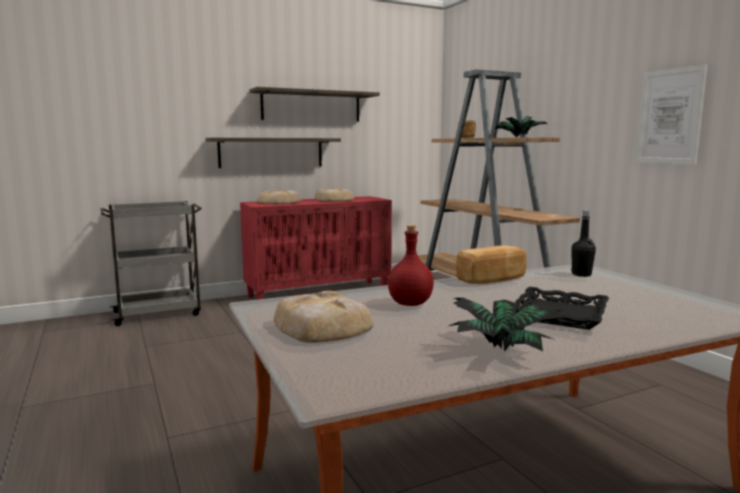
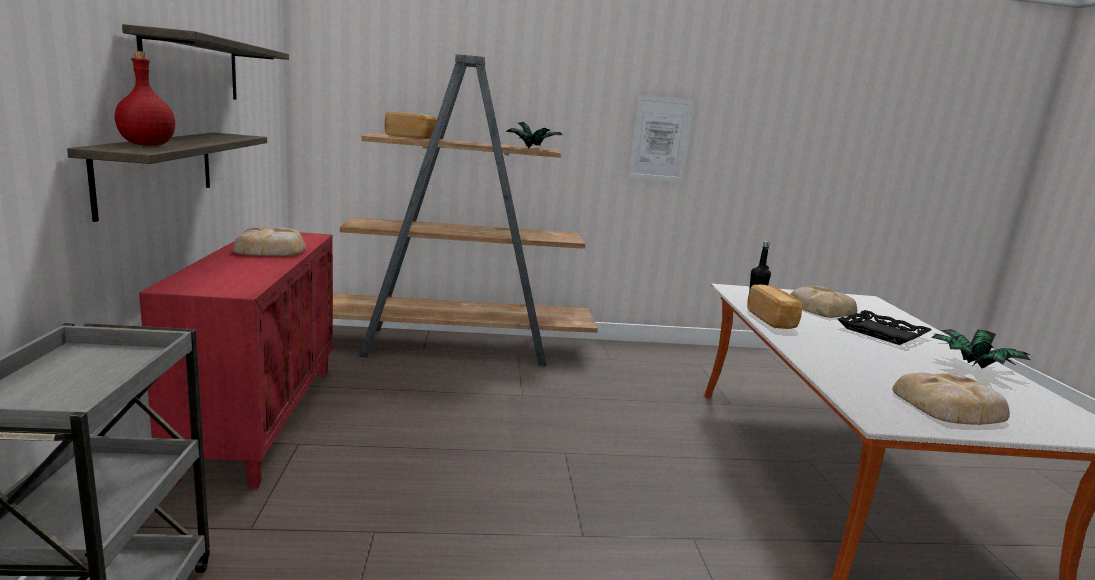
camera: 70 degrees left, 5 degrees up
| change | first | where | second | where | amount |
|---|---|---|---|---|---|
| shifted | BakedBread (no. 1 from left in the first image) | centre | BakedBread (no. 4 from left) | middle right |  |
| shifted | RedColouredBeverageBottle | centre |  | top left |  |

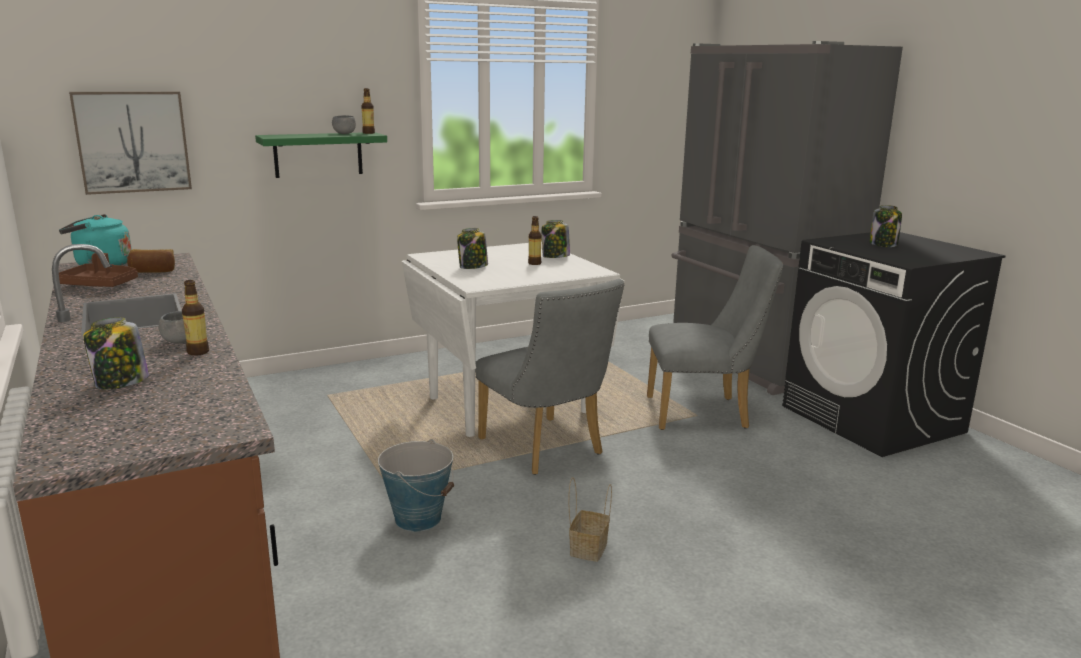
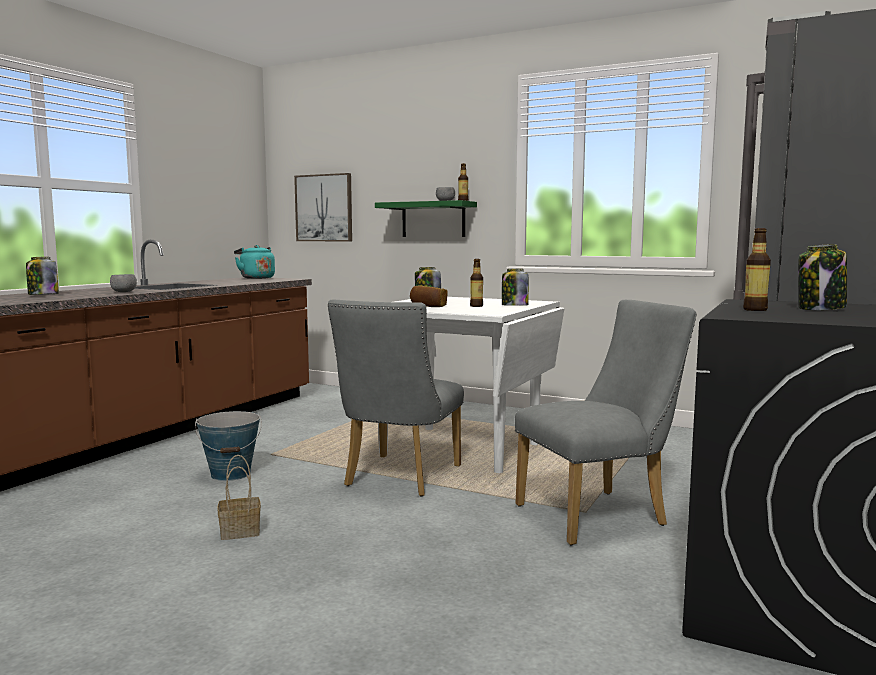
camera: 55 degrees right, 10 degrees down
| change | first | where | second | where | amount |
|---|---|---|---|---|---|
| gone | BrownColouredTray | middle left |  |  |  |
| shifted | BakedBread | middle left |  | centre |  |
| shifted | BeverageBottle (no. 1 from left in the first image) | middle left | BeverageBottle (no. 3 from left) | middle right |  |
| rotated | GreyUprightChair (no. 2 from left) | centre |  | middle right | 75 degrees counterclockwise |

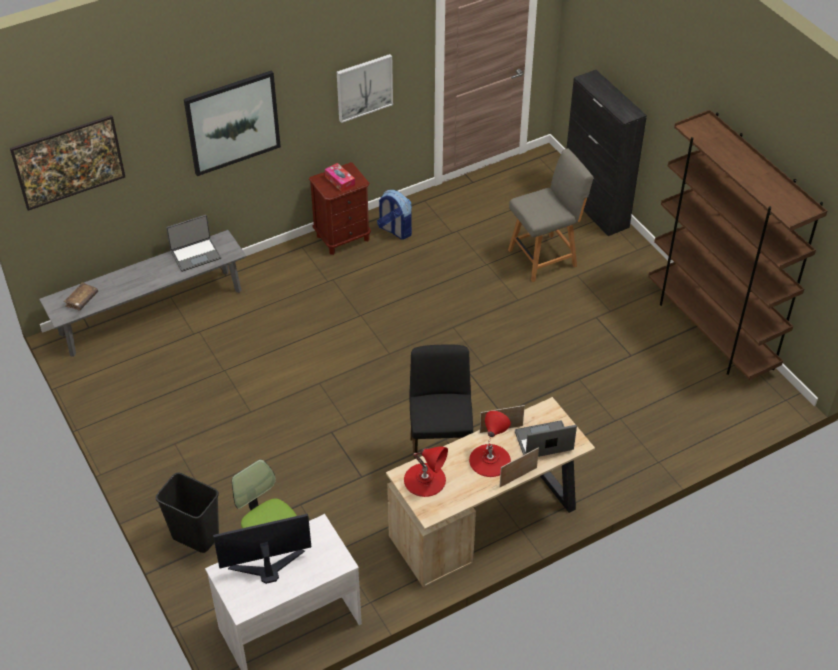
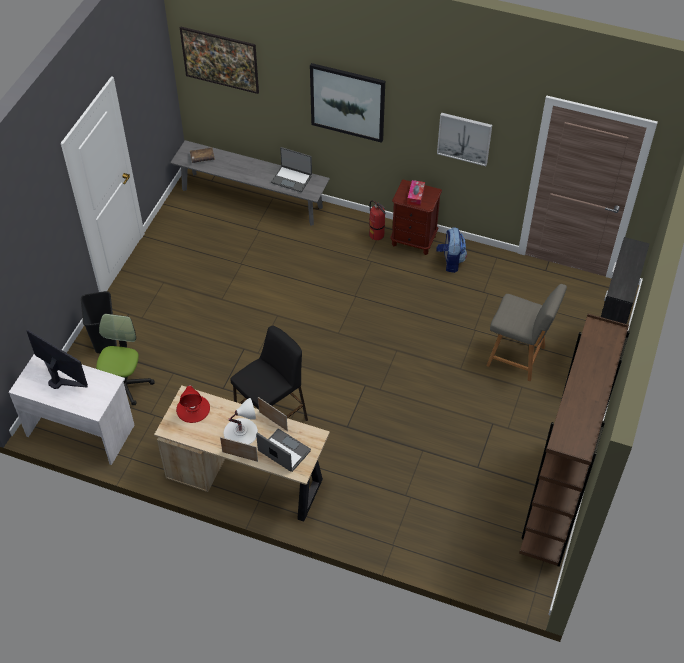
camera: 50 degrees right, 5 degrees up
| change | first | where | second | where | amount |
|---|---|---|---|---|---|
| new |  |  | FireFightingCylinder | top centre |  |
| repainted | RedColouredTabletopLamp (no. 2 from left) | centre | WhitishTabletopLamp | centre |  |

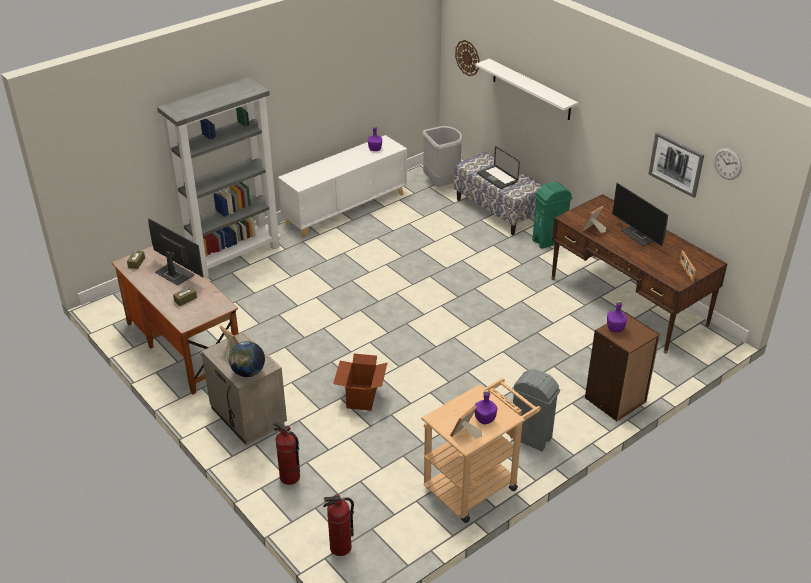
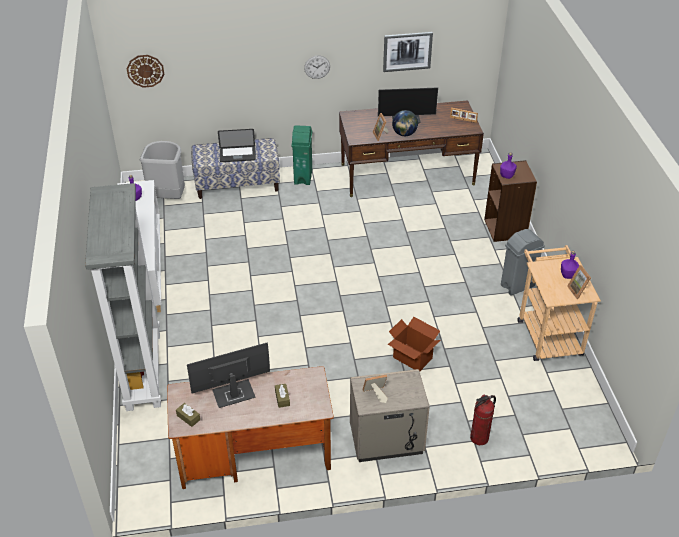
camera: 60 degrees left, 5 degrees up
| change | first | where | second | where | amount |
|---|---|---|---|---|---|
| gone | FireFightingCylinder (no. 2 from left) | bottom centre |  |  |  |
| gone | WhitishWallShelf | top centre |  |  |  |
| shifted | WorldGlobe | middle left |  | top centre |  |
| shifted | ClockOnTheWall (no. 2 from left) | top right |  | top centre |  |

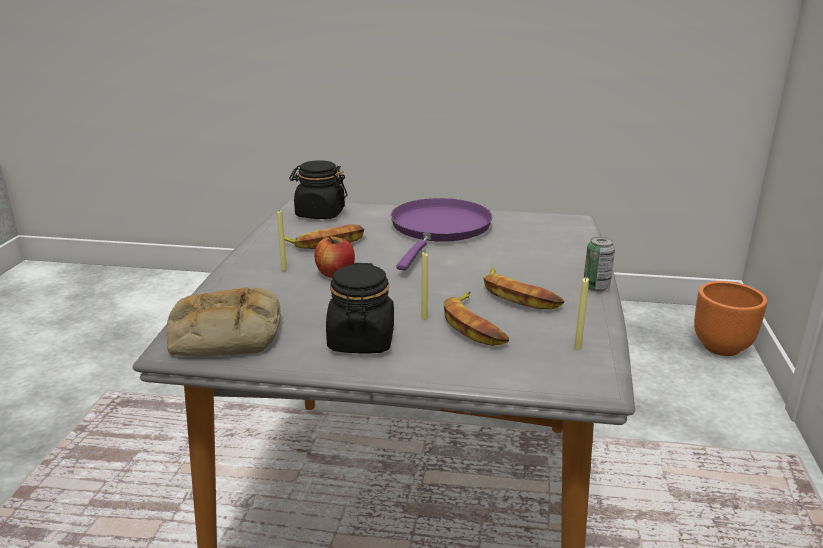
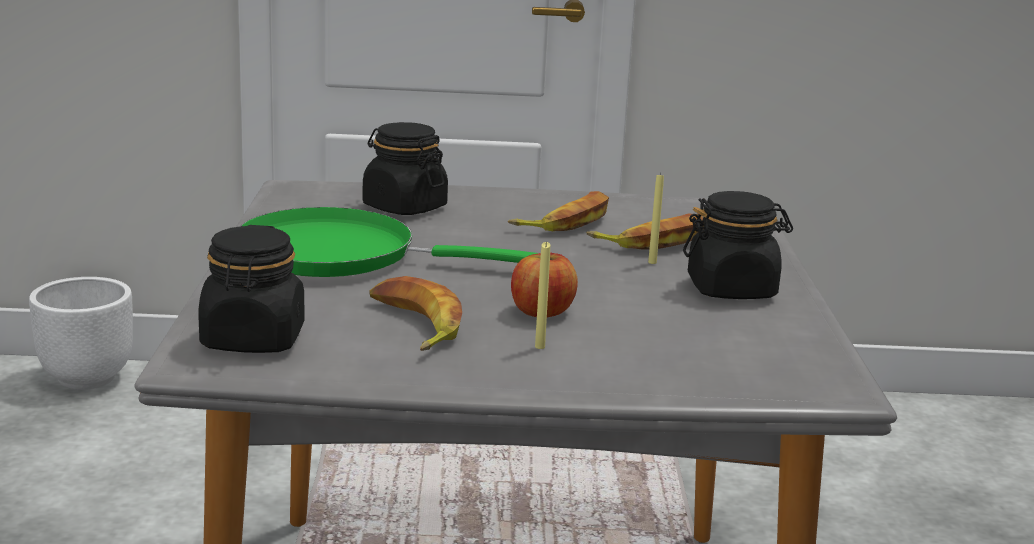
camera: 100 degrees left, 5 degrees down
| change | first | where | second | where | amount |
|---|---|---|---|---|---|
| gone | BakedBread | middle left |  |  |  |
| gone | YellowishWaxCandle (no. 3 from left) | middle right |  |  |  |
| gone | SealedCan | middle right |  |  |  |
| new |  |  | BlackJar (no. 2 from left) | top centre |  |
| repainted | PurplishPan | centre | GreenishPan | centre |  |
| repainted | OrangeColouredPlantPot | middle right | WhitishPlantPot | middle left |  |

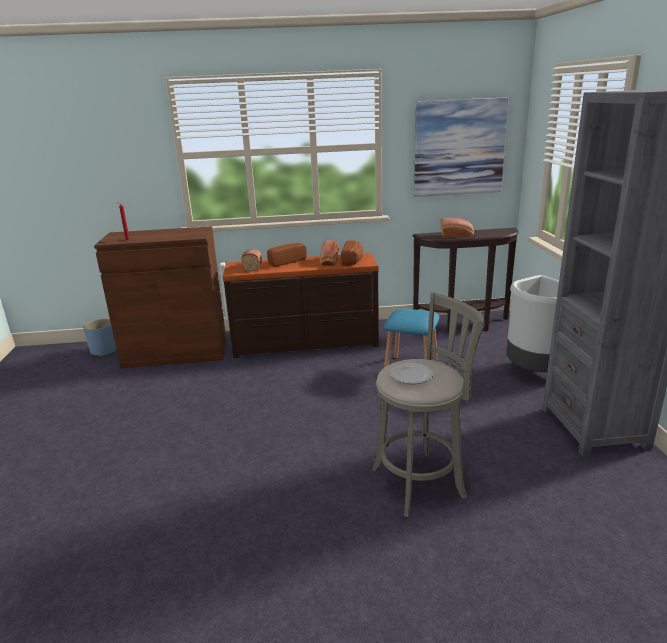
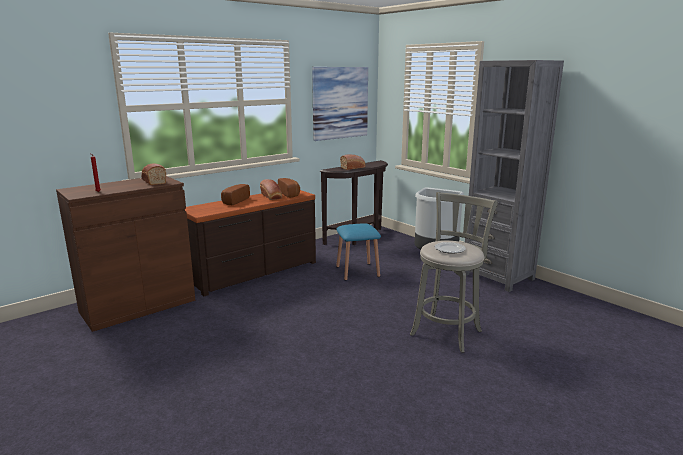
camera: 35 degrees left, 5 degrees down
| change | first | where | second | where | amount |
|---|---|---|---|---|---|
| gone | BluePlantPot | middle left |  |  |  |
| shifted | BakedBread (no. 1 from left) | centre |  | middle left |  |

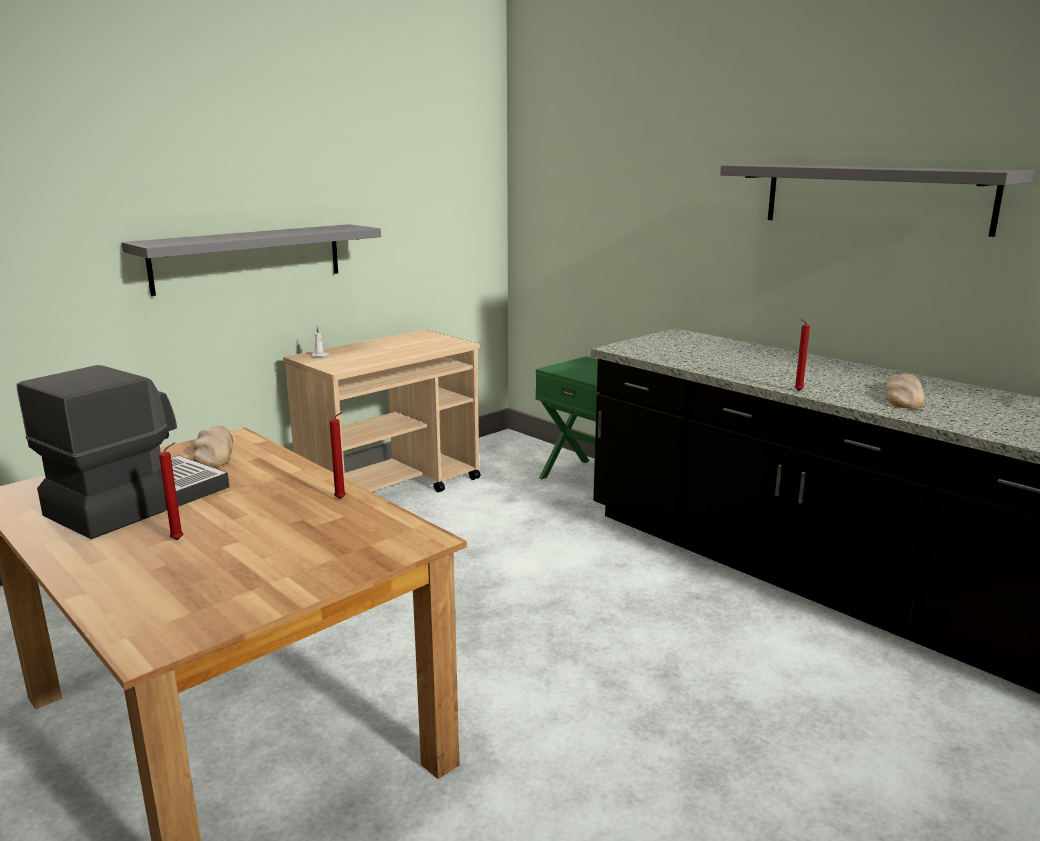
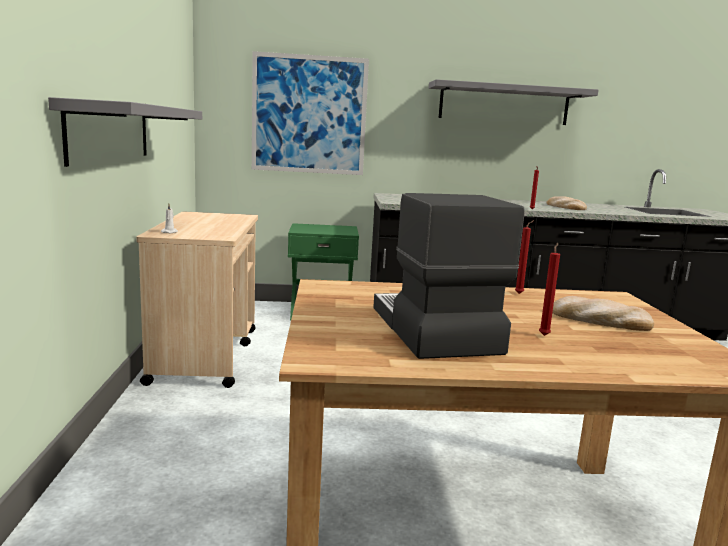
camera: 50 degrees left, 5 degrees down
| change | first | where | second | where | amount |
|---|---|---|---|---|---|
| new |  |  | Picture | top centre |  |
| shifted | BakedBread (no. 1 from left in the first image) | middle left | BakedBread (no. 2 from left) | middle right |  |

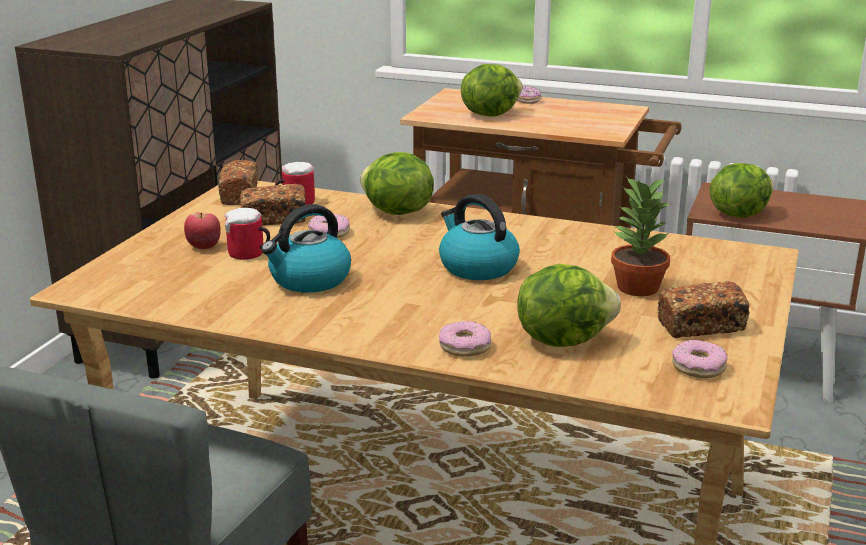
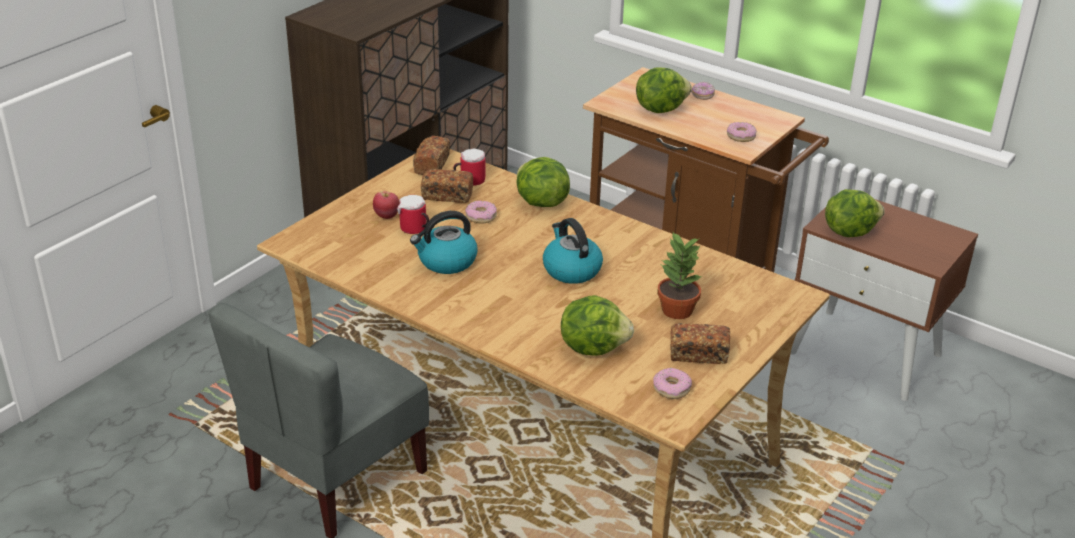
camera: 15 degrees right, 10 degrees up
| change | first | where | second | where | amount |
|---|---|---|---|---|---|
| shifted | RingDoughnut (no. 2 from left in the first image) | centre | RingDoughnut (no. 4 from left) | top right |  |

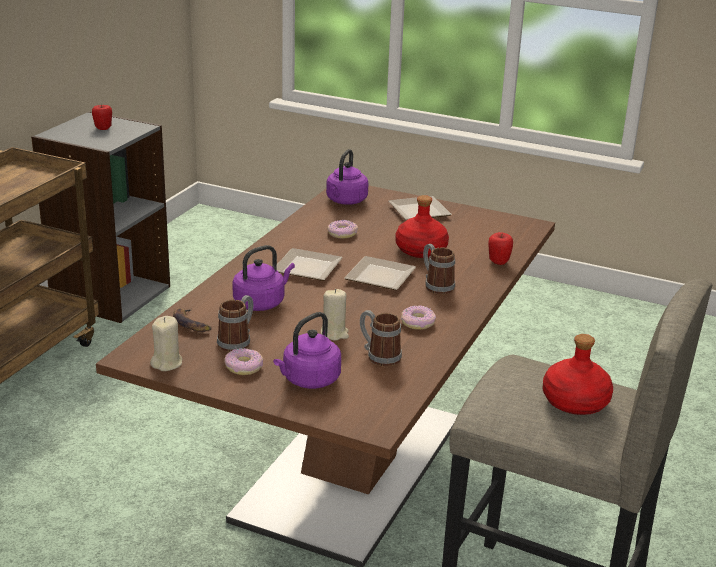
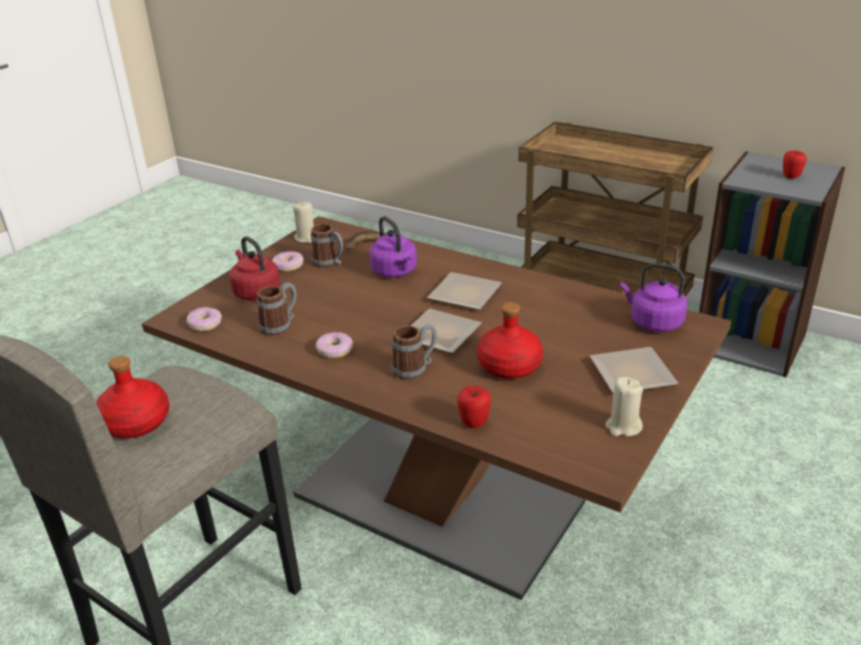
camera: 100 degrees right, 5 degrees up
| change | first | where | second | where | amount |
|---|---|---|---|---|---|
| shifted | BeigeWaxCandle (no. 2 from left) | centre |  | middle right |  |
| shifted | RingDoughnut (no. 2 from left in the first image) | centre | RingDoughnut (no. 1 from left) | middle left |  |
| repainted | PurplishKettle (no. 2 from left) | centre | RedColouredKettle | middle left |  |

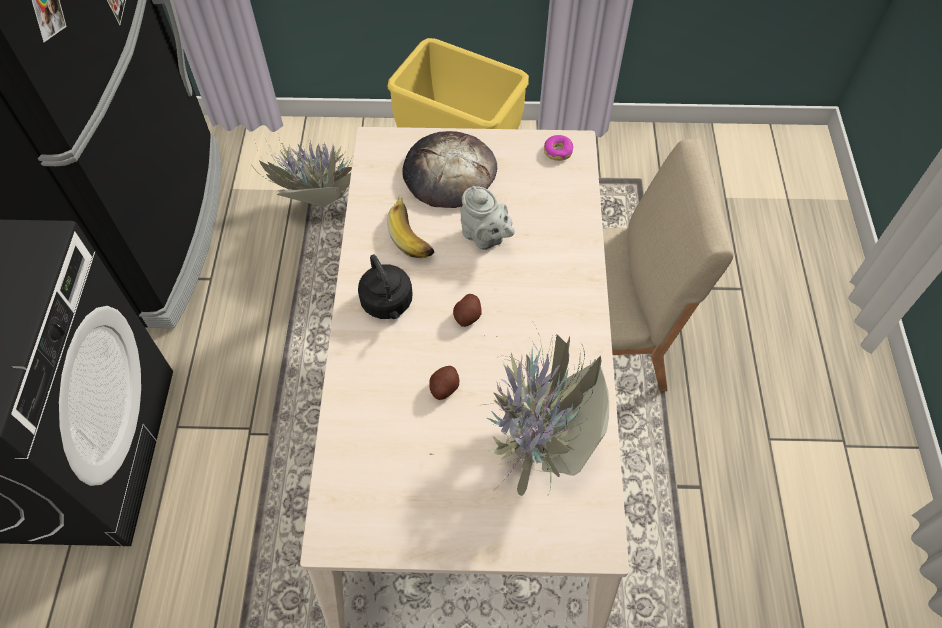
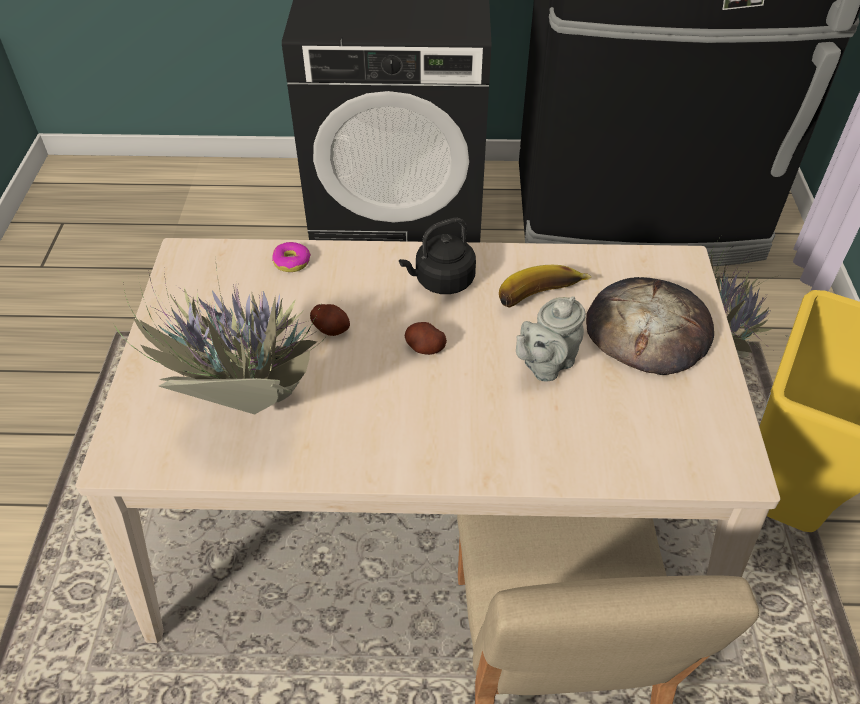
camera: 90 degrees right, 10 degrees down
| change | first | where | second | where | amount |
|---|---|---|---|---|---|
| shifted | RingDoughnut | top centre |  | centre |  |

